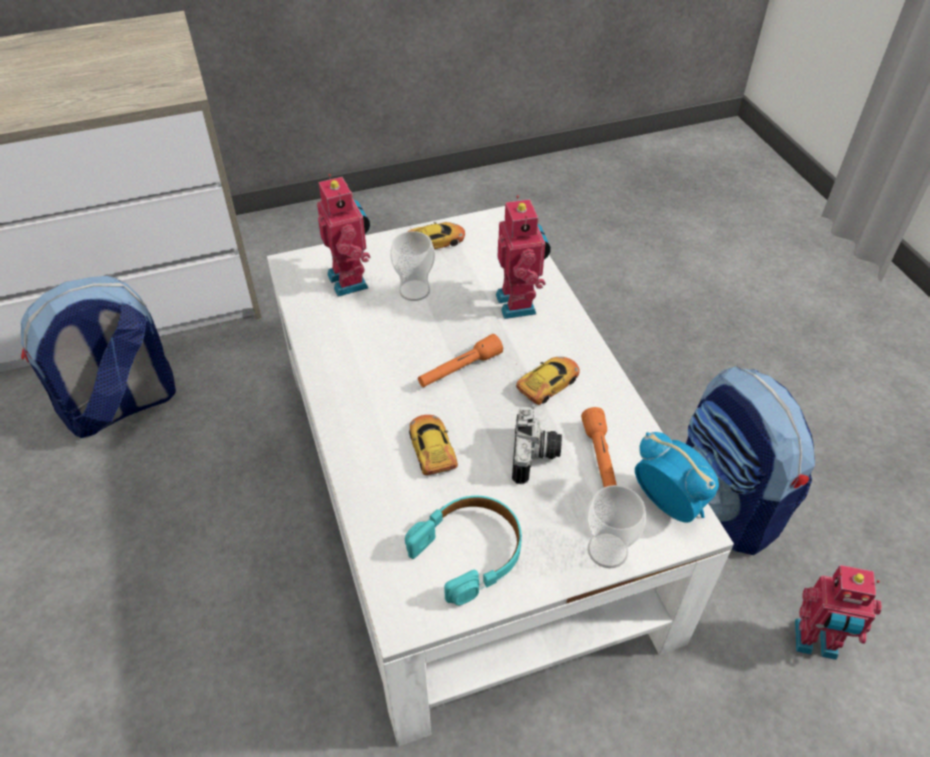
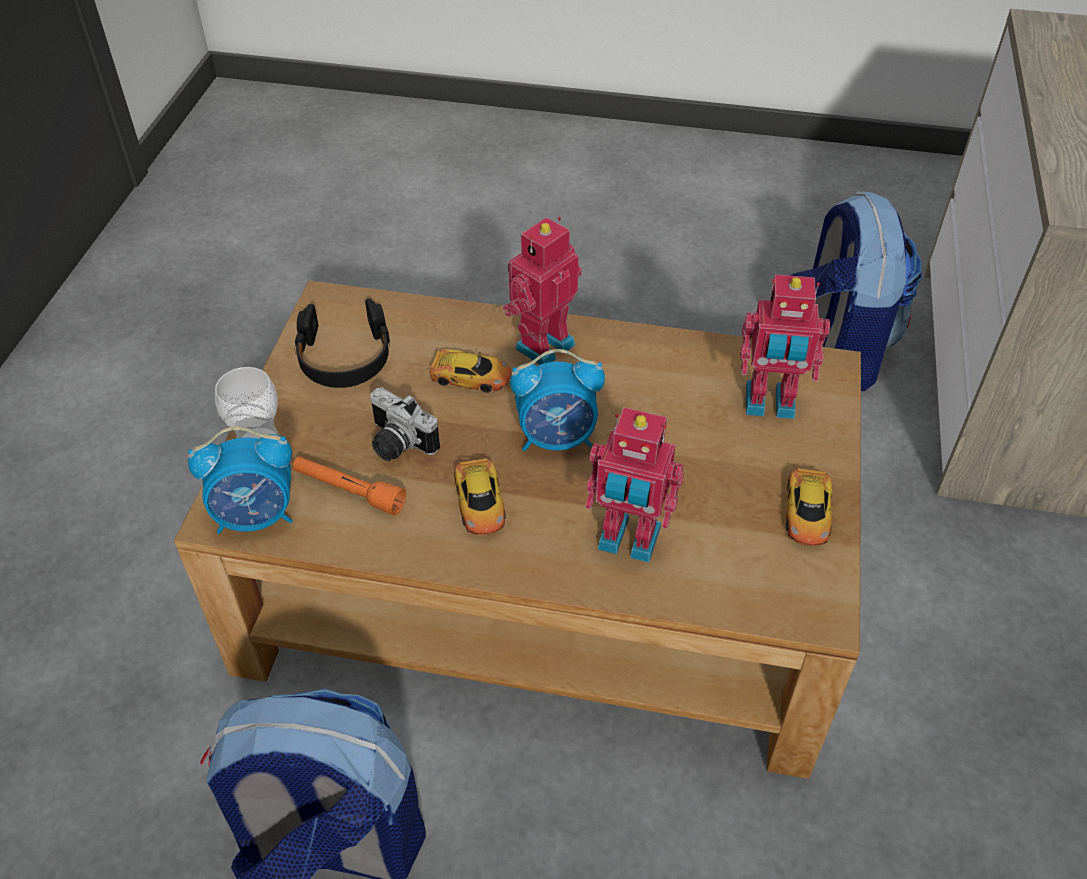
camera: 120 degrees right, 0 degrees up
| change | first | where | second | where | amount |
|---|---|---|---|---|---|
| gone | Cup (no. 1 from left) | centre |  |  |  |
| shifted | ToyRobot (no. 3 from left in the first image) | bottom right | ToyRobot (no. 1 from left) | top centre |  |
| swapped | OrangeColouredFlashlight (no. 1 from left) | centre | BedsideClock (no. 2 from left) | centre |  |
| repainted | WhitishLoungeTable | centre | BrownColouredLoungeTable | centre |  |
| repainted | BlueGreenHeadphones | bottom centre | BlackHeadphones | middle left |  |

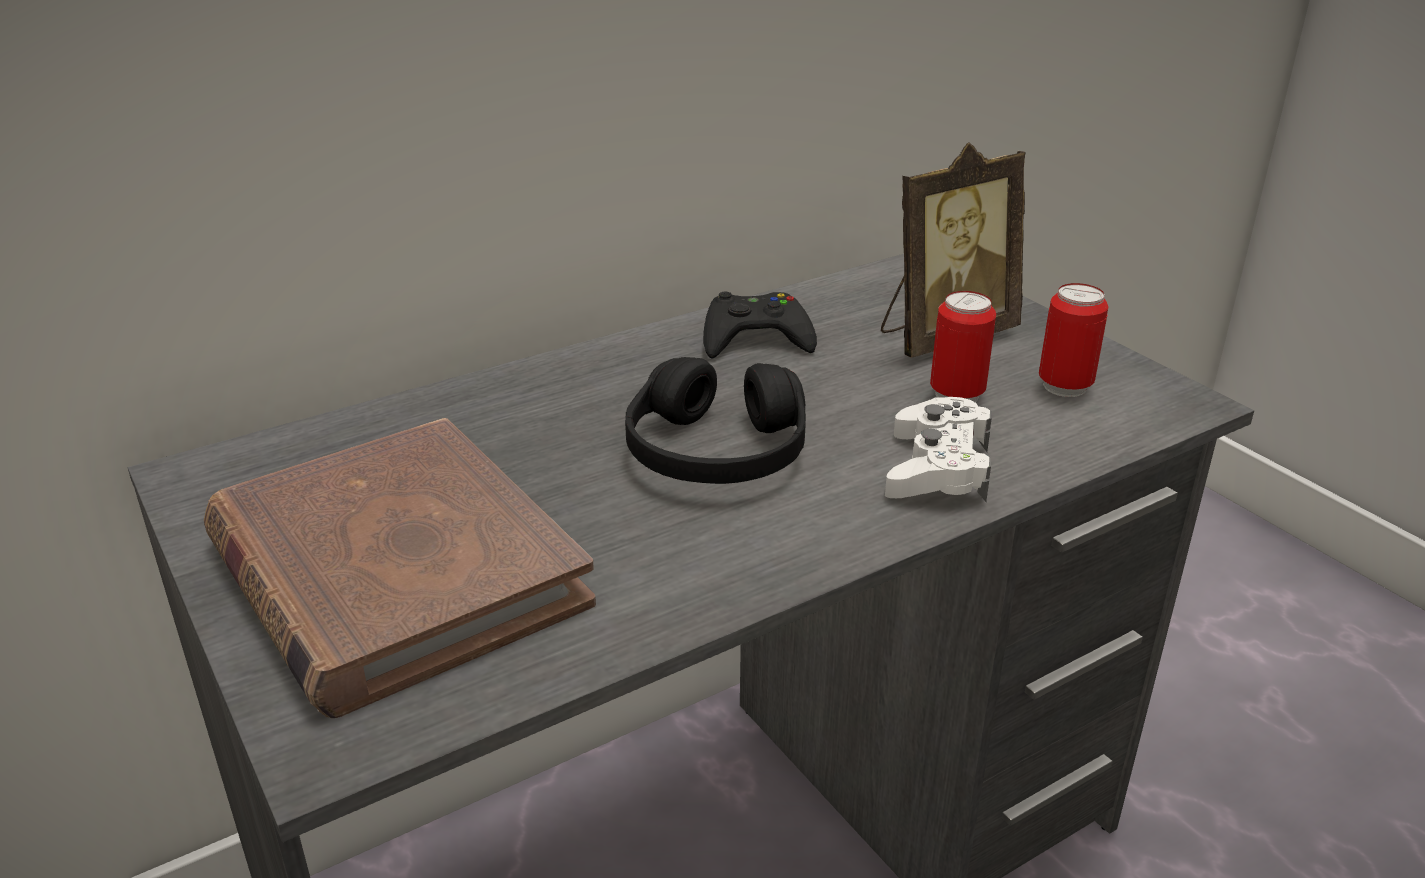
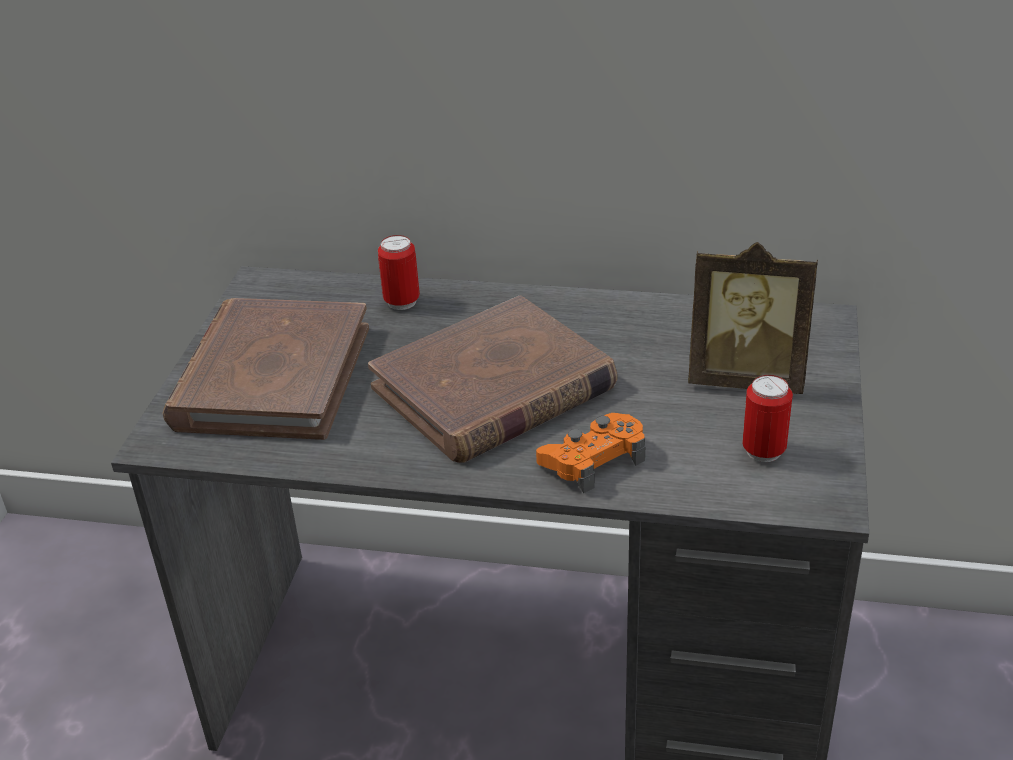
camera: 45 degrees right, 5 degrees up
| change | first | where | second | where | amount |
|---|---|---|---|---|---|
| gone | BlackGamepad | centre |  |  |  |
| shifted | SealedCan (no. 1 from left) | middle right |  | centre |  |
| swapped | BlackHeadphones | centre | BrownColouredVolume (no. 2 from left) | centre |  |
| repainted | WhitishGamepad | centre | OrangeColouredGamepad | centre |  |

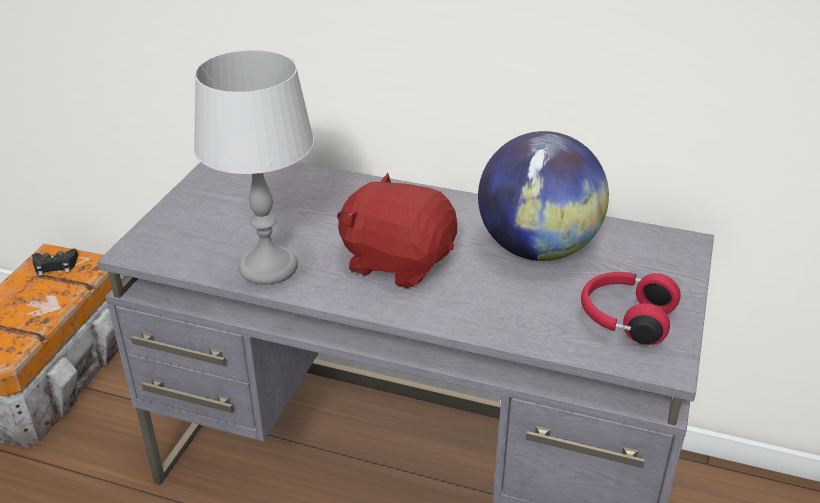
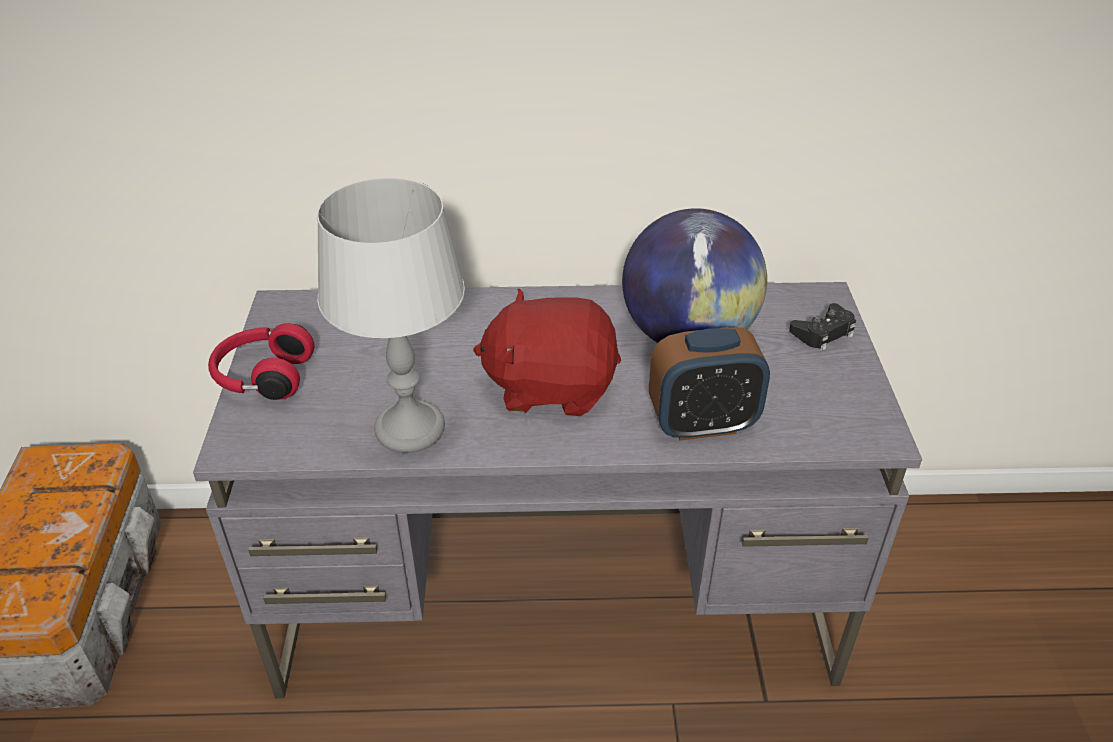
camera: 20 degrees left, 5 degrees up
| change | first | where | second | where | amount |
|---|---|---|---|---|---|
| new |  |  | BedsideClock | centre |  |
| shifted | BlackGamepad | middle left |  | middle right |  |
| shifted | RedColouredHeadphones | middle right |  | middle left |  |

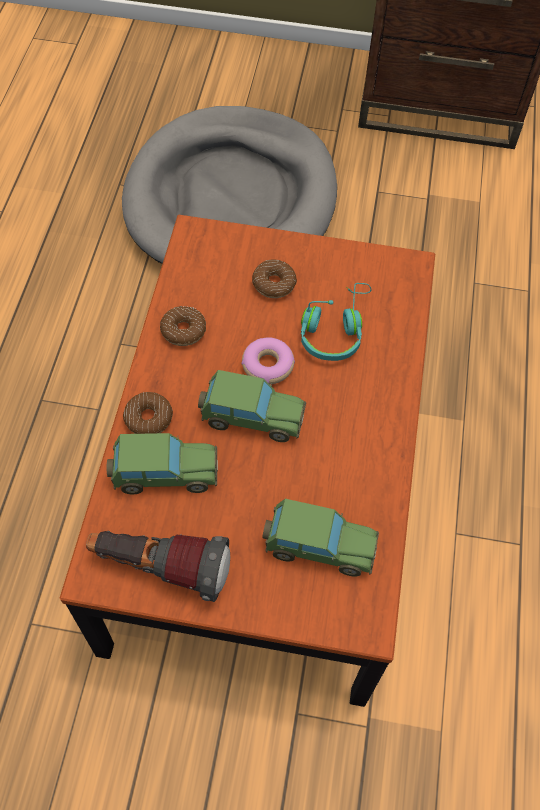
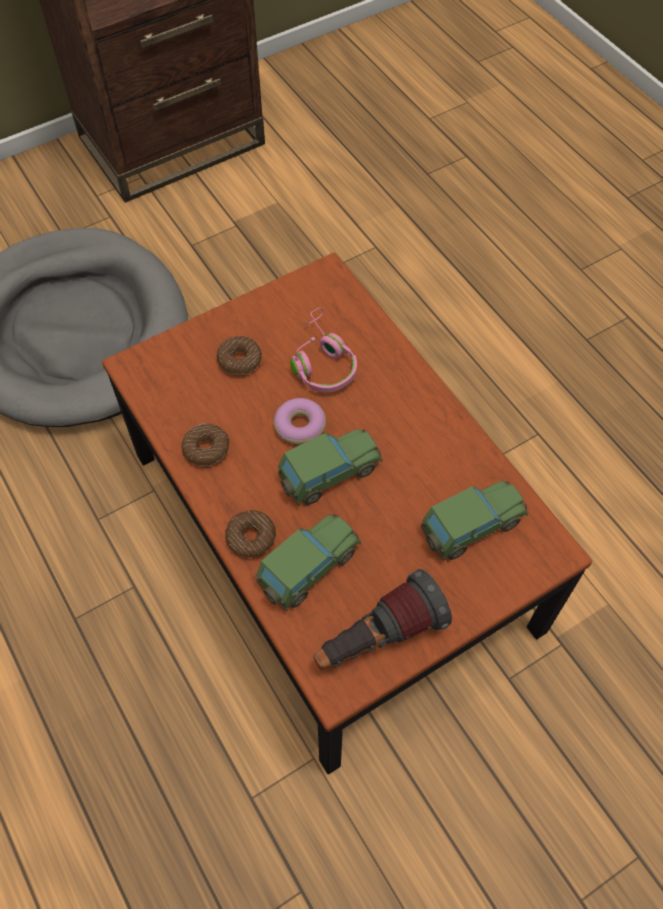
camera: 40 degrees left, 0 degrees up
| change | first | where | second | where | amount |
|---|---|---|---|---|---|
| repainted | BlueGreenHeadphones | centre | PinkishHeadphones | centre |  |

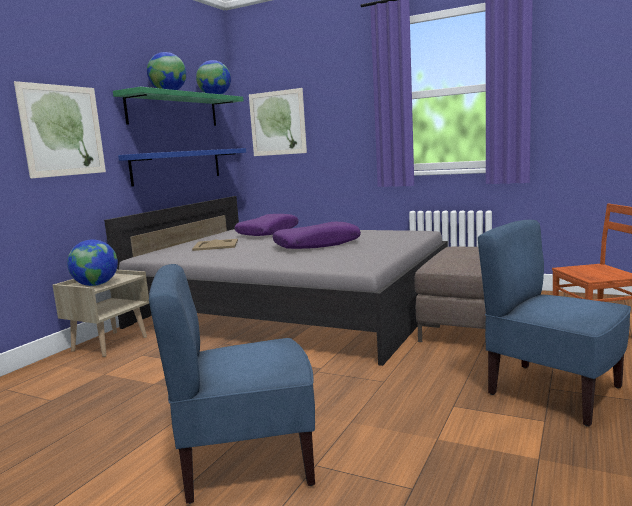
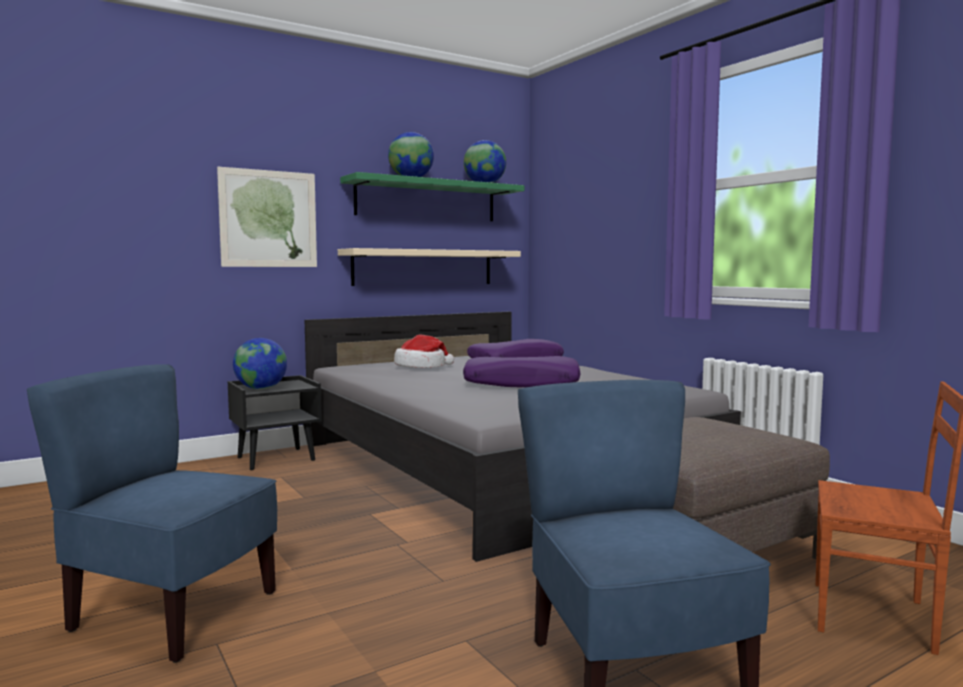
camera: 30 degrees right, 5 degrees down
| change | first | where | second | where | amount |
|---|---|---|---|---|---|
| gone | Picture (no. 2 from left) | top centre |  |  |  |
| swapped | BeigeTray | centre | Hat | centre |  |
| repainted | BeigeNightstand | middle left | BlackNightstand | middle left |  |
| repainted | BlueWallShelf | top left | BeigeWallShelf | centre |  |

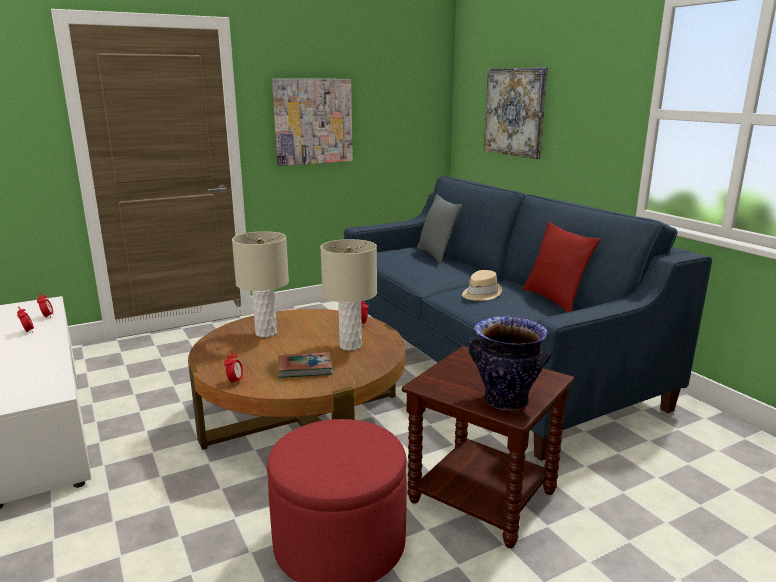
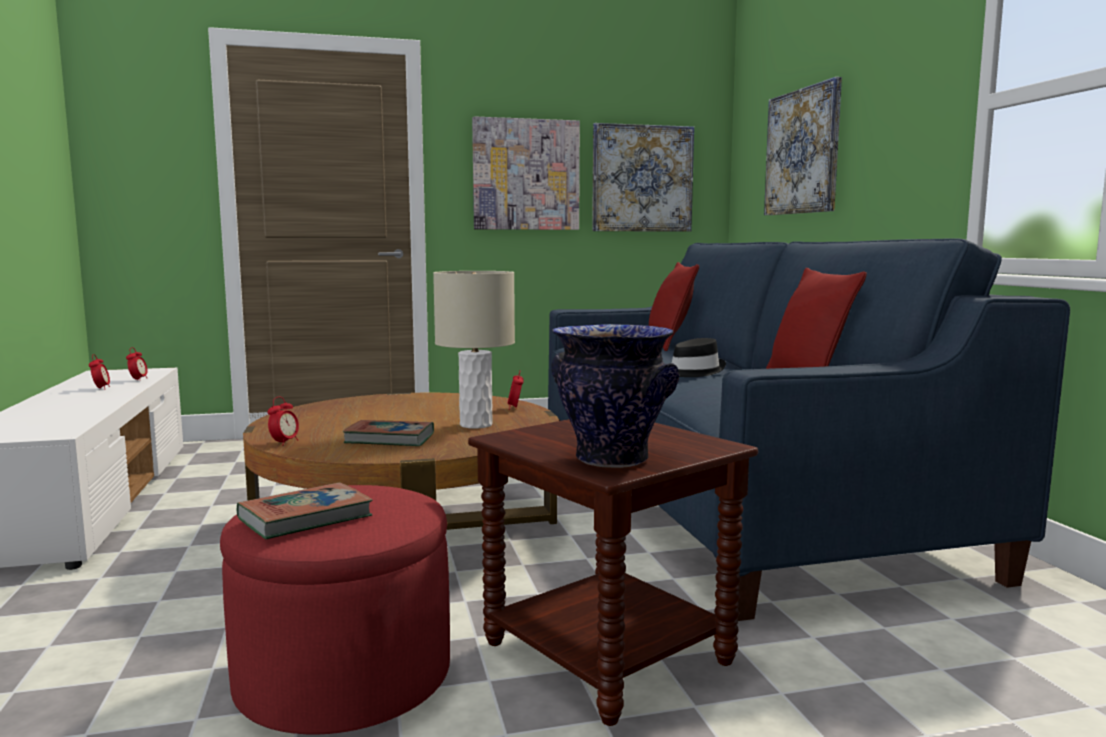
camera: 15 degrees right, 10 degrees down
| change | first | where | second | where | amount |
|---|---|---|---|---|---|
| gone | BeigeTabletopLamp (no. 1 from left) | centre |  |  |  |
| new |  |  | Volume (no. 1 from left) | bottom left |  |
| new |  |  | Picture (no. 2 from left) | top centre |  |
| repainted | GreyThrowPillow | centre | RedColouredThrowPillow (no. 1 from left) | centre |  |
| repainted | BeigeHat | centre | BlackHat | centre |  |

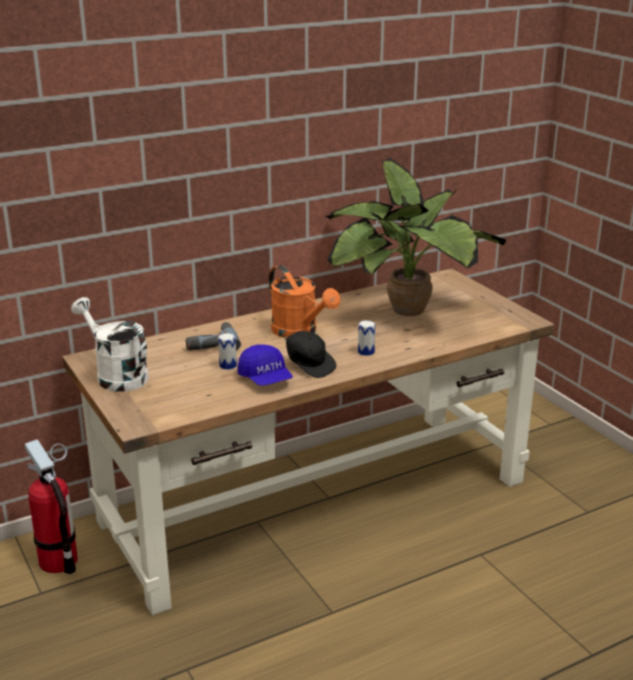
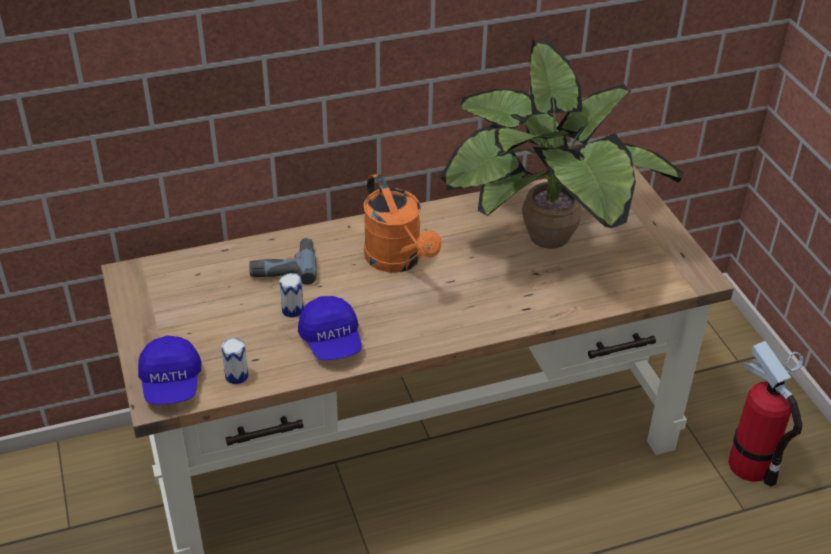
camera: 10 degrees right, 15 degrees up
| change | first | where | second | where | amount |
|---|---|---|---|---|---|
| gone | WhitishWateringPot | middle left |  |  |  |
| gone | BlackCap | centre |  |  |  |
| new |  |  | BlueCap (no. 1 from left) | bottom left |  |
| shifted | FireFightingCylinder | bottom left |  | bottom right |  |
| shifted | SealedCan (no. 2 from left in the first image) | centre | SealedCan (no. 1 from left) | middle left |  |

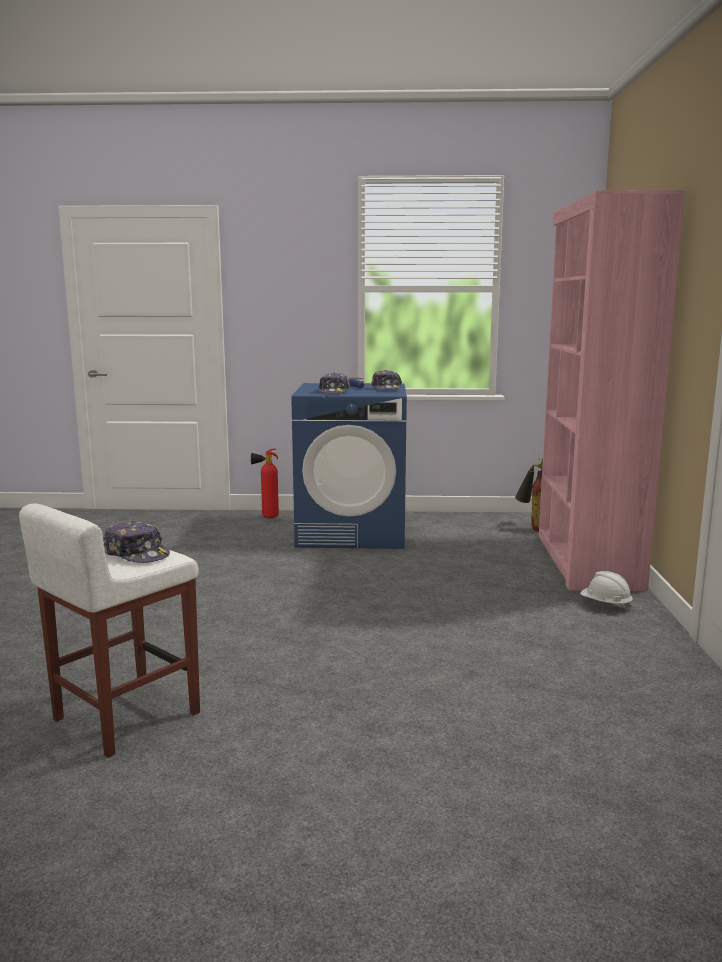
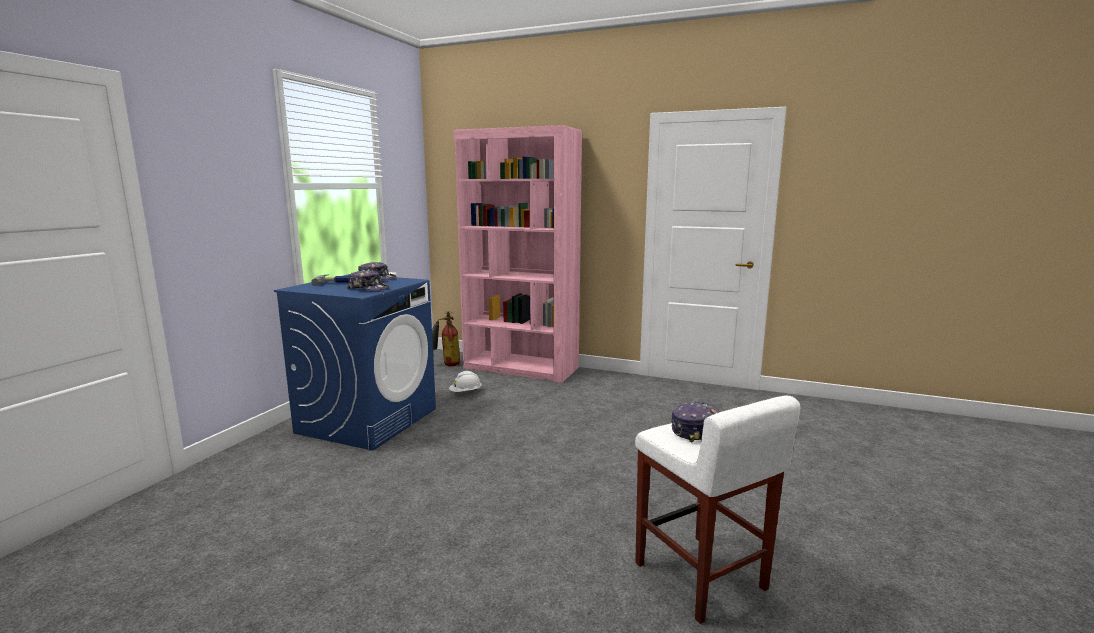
camera: 70 degrees left, 0 degrees up
| change | first | where | second | where | amount |
|---|---|---|---|---|---|
| gone | FireFightingCylinder (no. 1 from left) | centre |  |  |  |
| shifted | WhitishWorkHelmet | middle right |  | centre |  |

